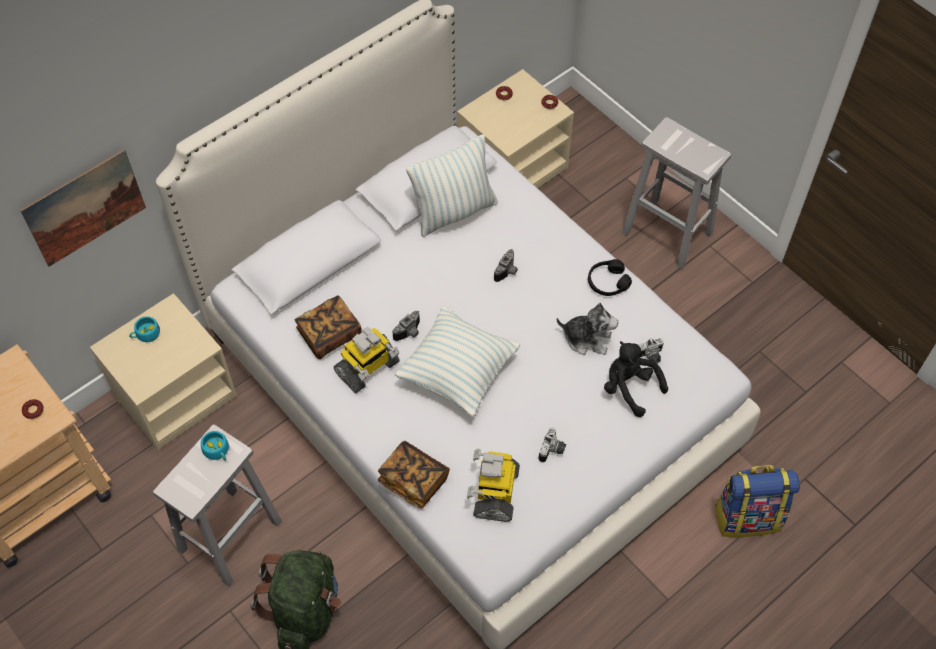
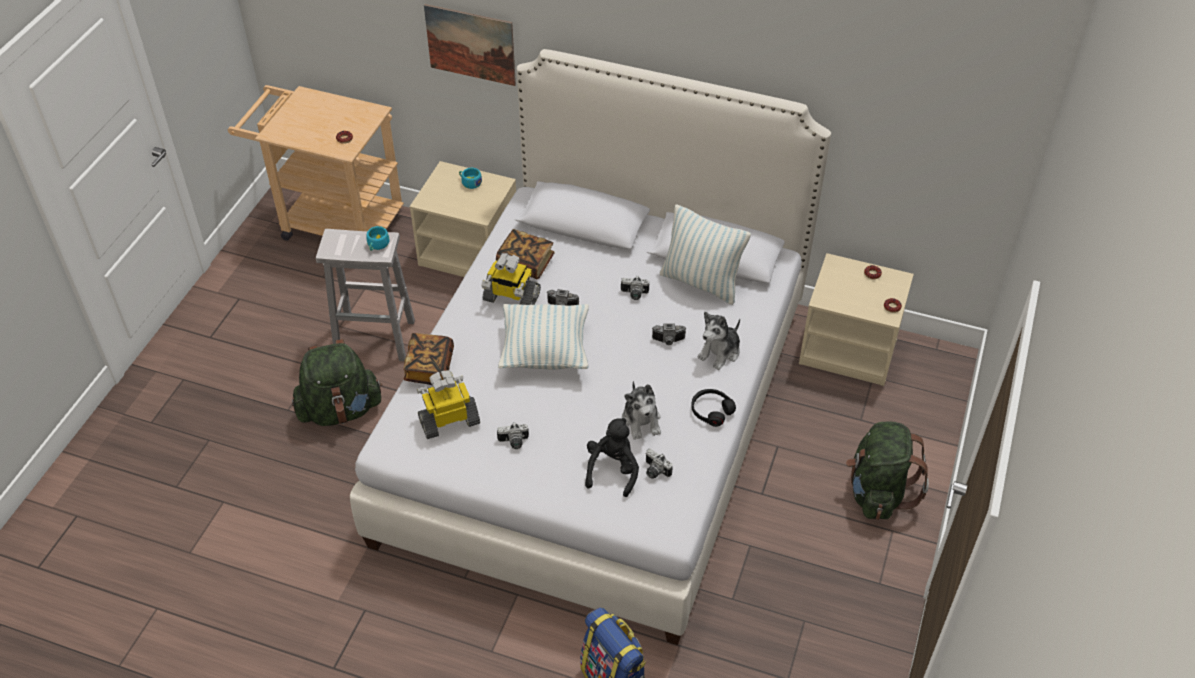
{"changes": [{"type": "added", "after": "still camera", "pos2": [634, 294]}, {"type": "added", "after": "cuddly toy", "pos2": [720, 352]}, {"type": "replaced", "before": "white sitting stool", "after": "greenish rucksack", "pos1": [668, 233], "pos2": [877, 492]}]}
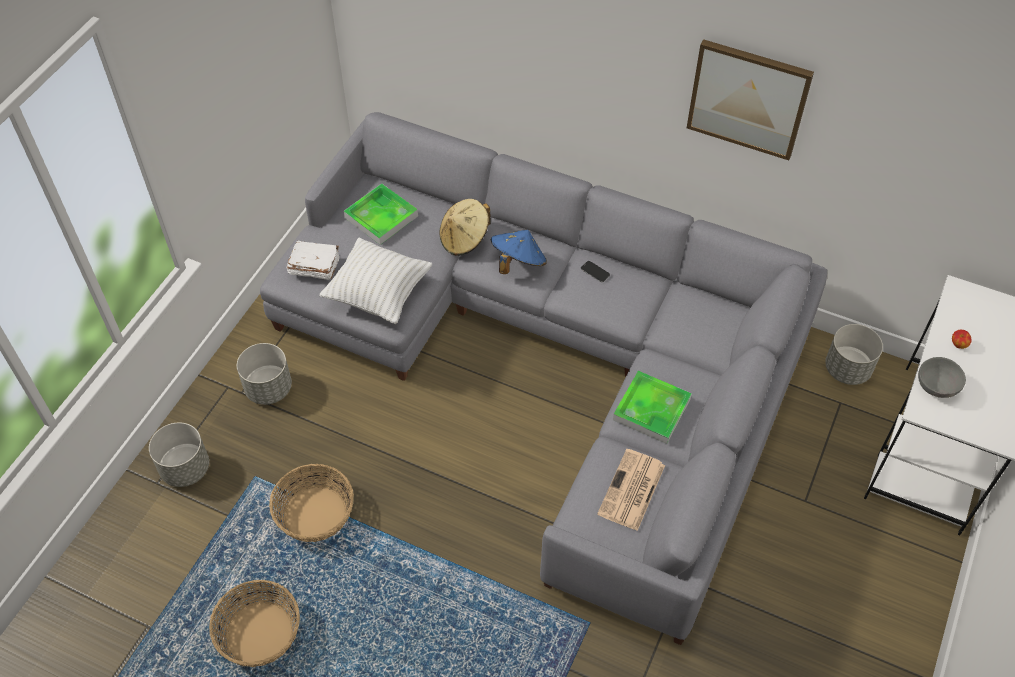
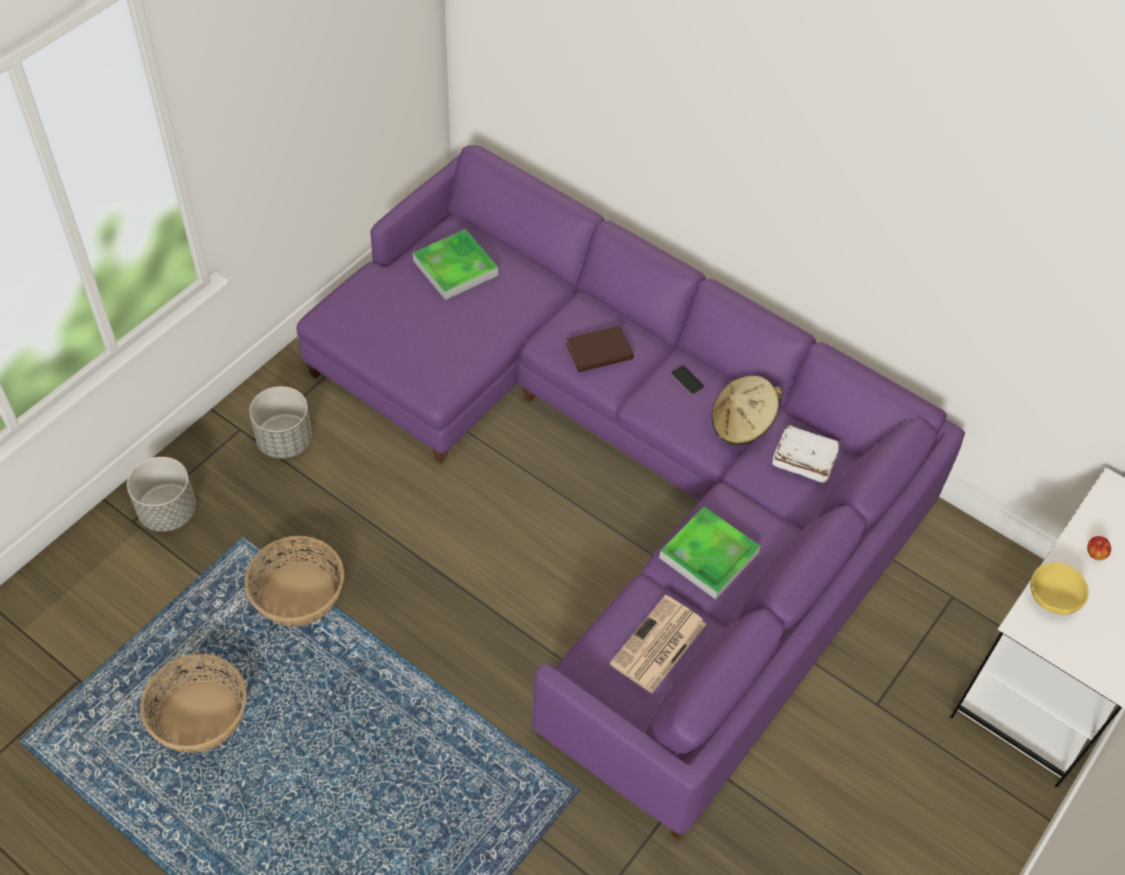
{"changes": [{"type": "recoloured", "before": "greyish couch", "after": "purple-coloured couch", "pos1": [555, 356], "pos2": [624, 470]}, {"type": "replaced", "before": "blue-coloured clothing hat", "after": "brownish book", "pos1": [518, 263], "pos2": [599, 352]}, {"type": "moved", "before": "beige-coloured clothing hat", "pos1": [464, 239], "pos2": [742, 424]}, {"type": "moved", "before": "white book", "pos1": [314, 266], "pos2": [803, 461]}, {"type": "recoloured", "before": "greyish serving bowl", "after": "yellowish serving bowl", "pos1": [936, 388], "pos2": [1051, 600]}, {"type": "removed", "before": "white throw pillow", "pos1": [378, 294]}, {"type": "removed", "before": "picture", "pos1": [748, 98]}, {"type": "removed", "before": "greyish plant pot", "pos1": [847, 369]}]}
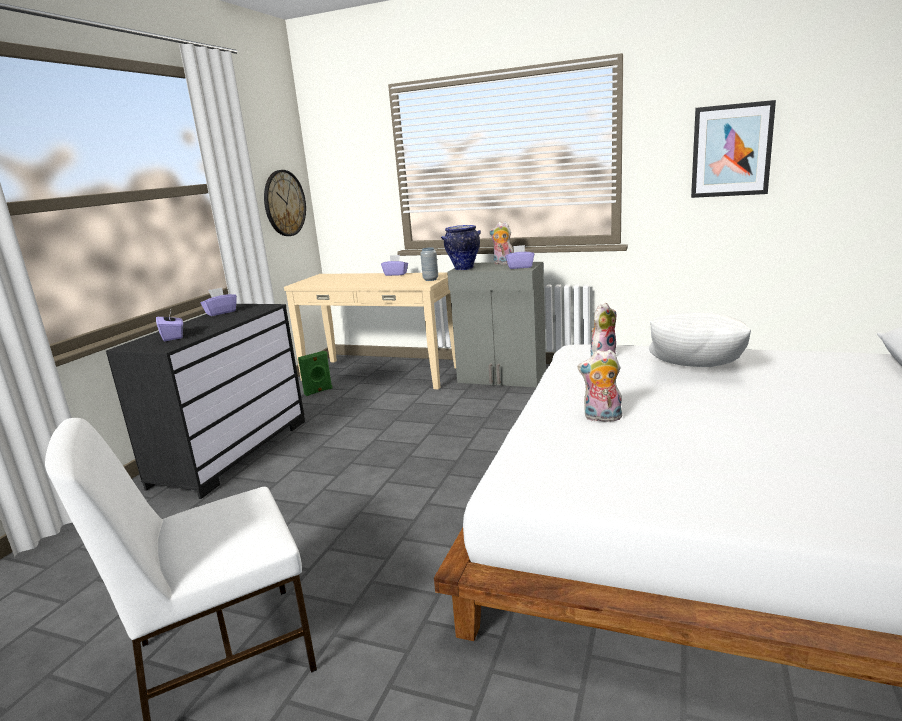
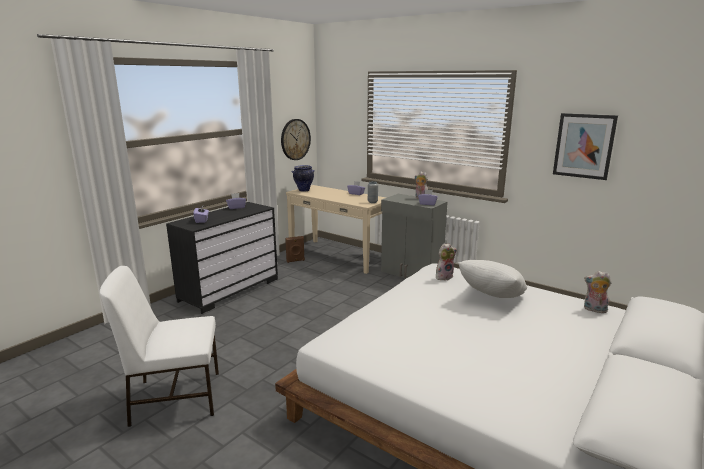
{"changes": [{"type": "recoloured", "before": "greenish audio speaker", "after": "brownish audio speaker", "pos1": [318, 391], "pos2": [295, 261]}, {"type": "moved", "before": "flower vase", "pos1": [463, 269], "pos2": [303, 190]}, {"type": "moved", "before": "cuddly toy", "pos1": [602, 418], "pos2": [594, 310]}]}
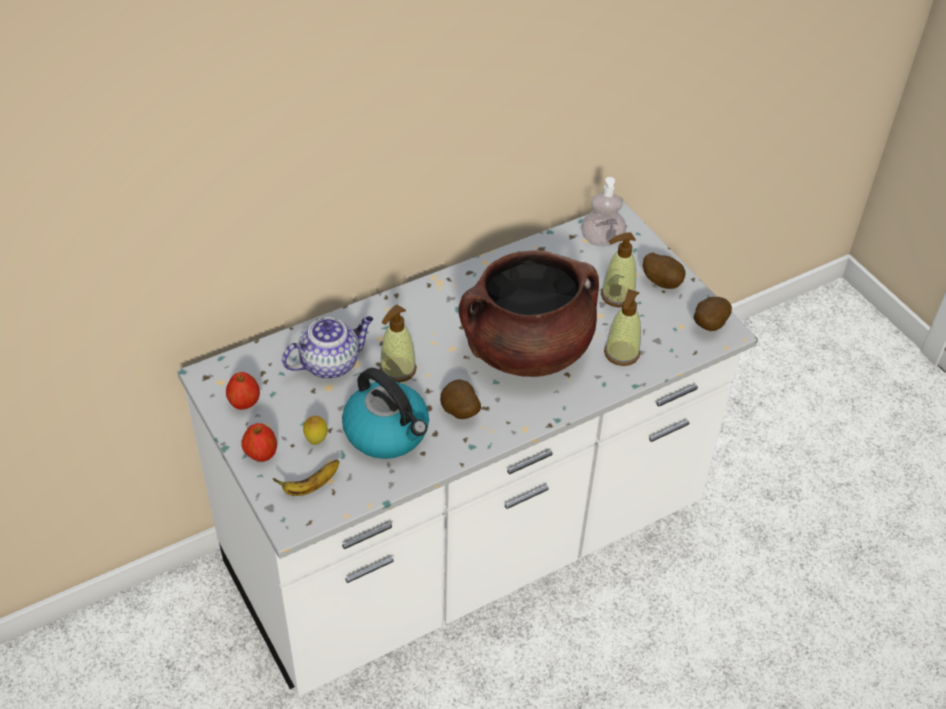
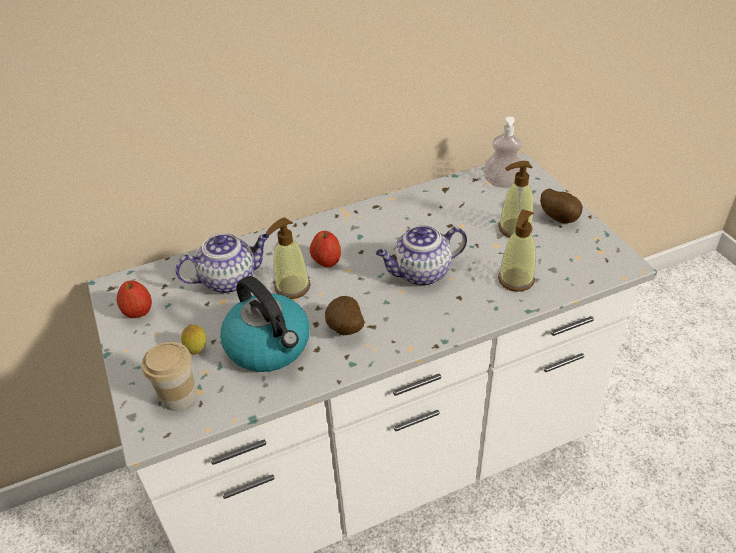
{"changes": [{"type": "replaced", "before": "banana", "after": "drinking cup", "pos1": [310, 486], "pos2": [179, 396]}, {"type": "moved", "before": "apple", "pos1": [261, 454], "pos2": [327, 262]}, {"type": "replaced", "before": "brownish saucepot", "after": "pot for tea", "pos1": [526, 349], "pos2": [420, 273]}, {"type": "removed", "before": "spud", "pos1": [708, 325]}]}
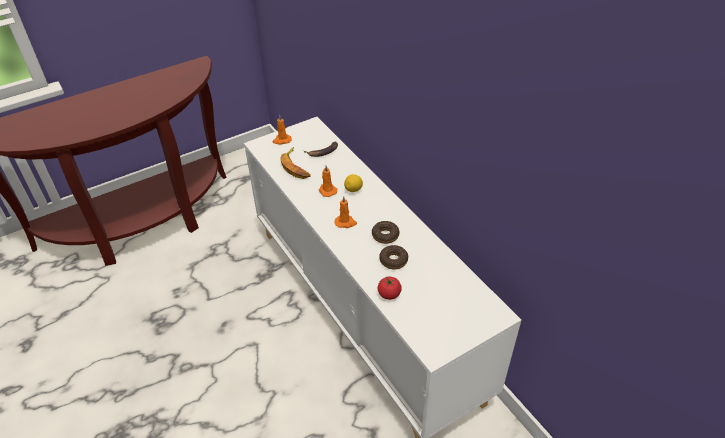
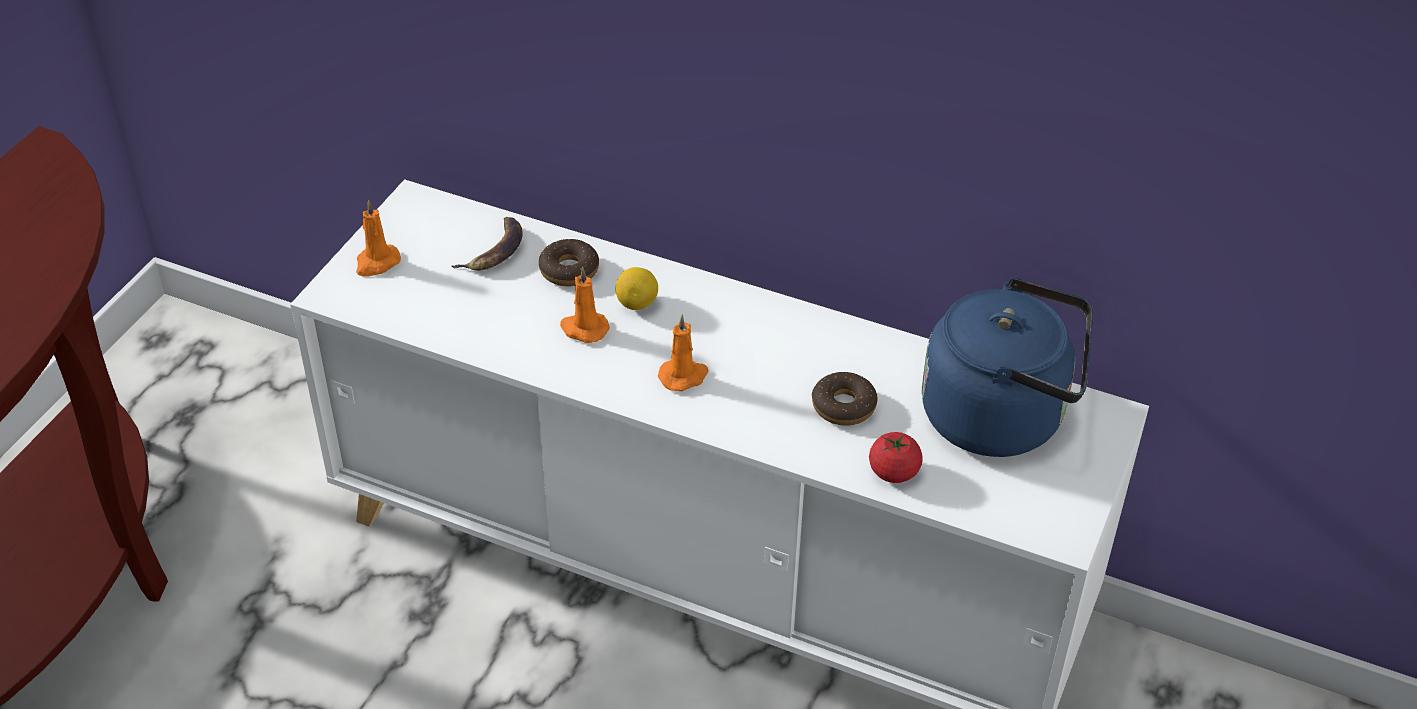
{"changes": [{"type": "moved", "before": "ring doughnut", "pos1": [385, 235], "pos2": [569, 270]}, {"type": "added", "after": "blue-coloured kettle", "pos2": [1001, 417]}, {"type": "removed", "before": "banana", "pos1": [296, 167]}]}
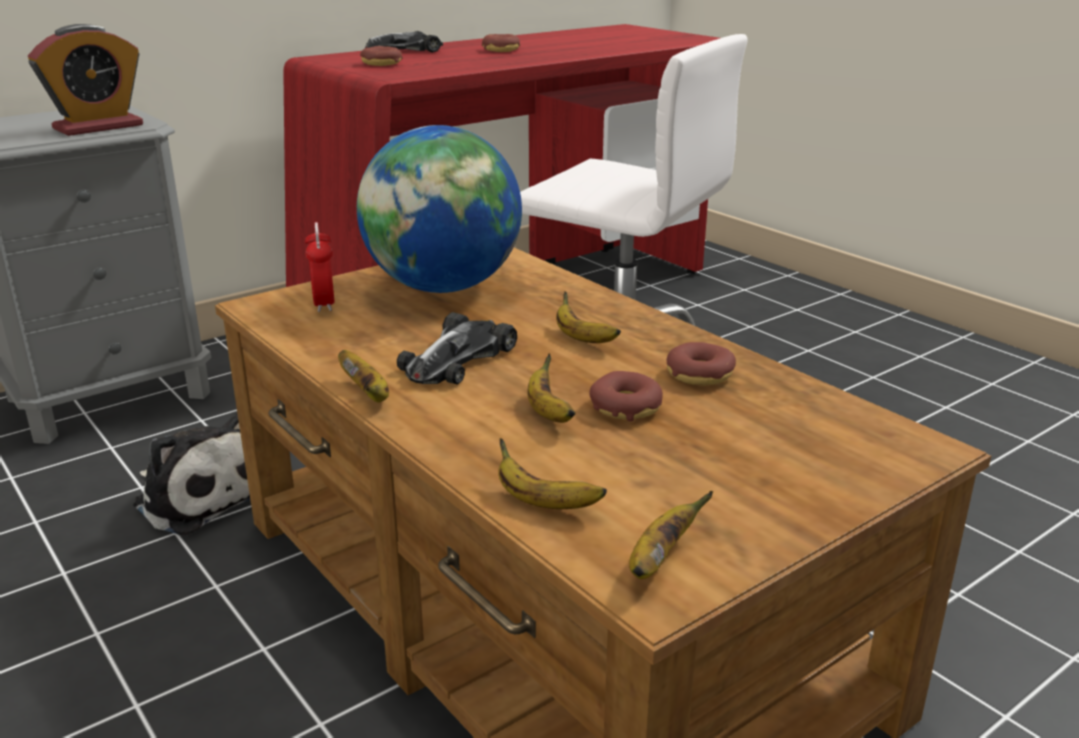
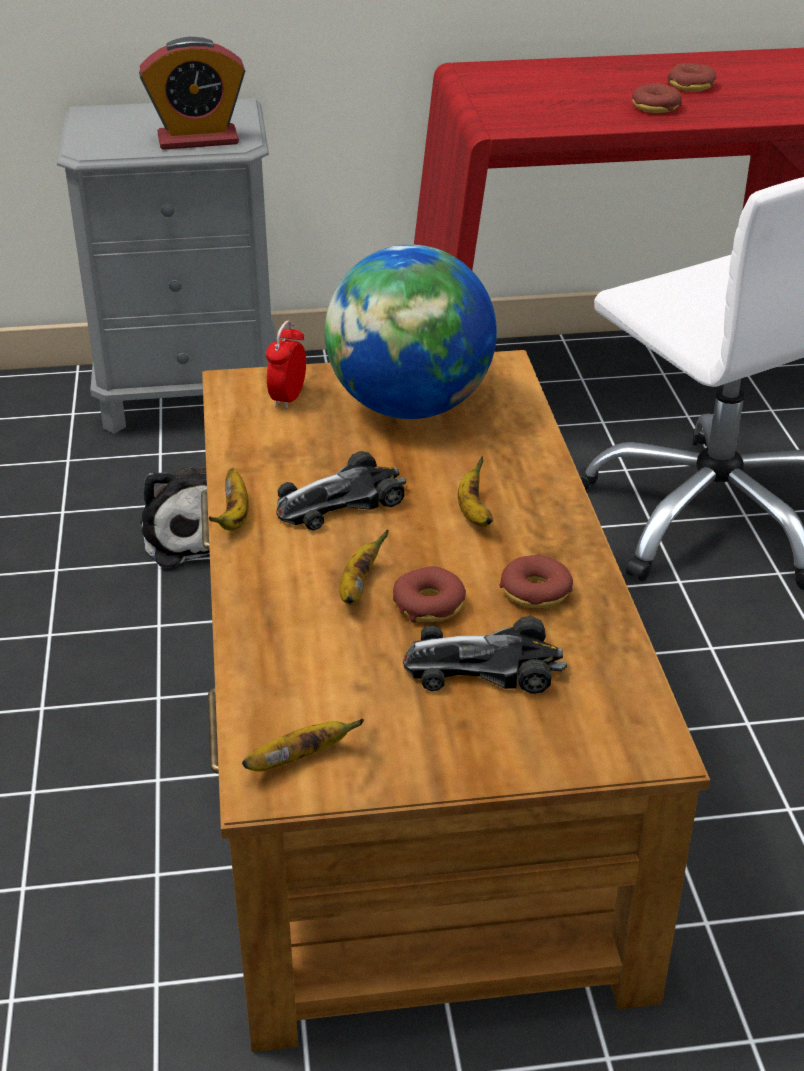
{"changes": [{"type": "moved", "before": "model car", "pos1": [403, 51], "pos2": [484, 666]}, {"type": "moved", "before": "ring doughnut", "pos1": [381, 64], "pos2": [655, 107]}, {"type": "removed", "before": "banana", "pos1": [543, 503]}]}
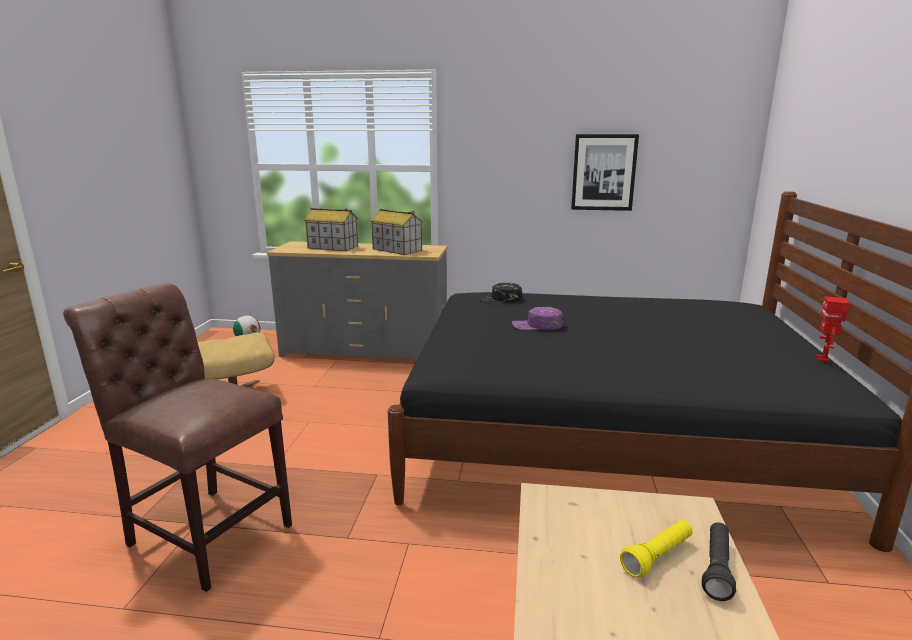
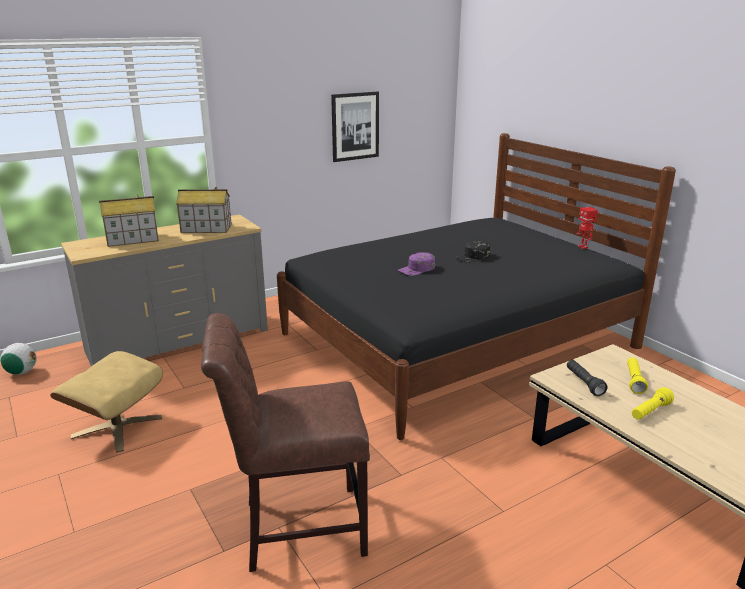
{"changes": [{"type": "moved", "before": "black baseball cap", "pos1": [500, 298], "pos2": [472, 257]}, {"type": "moved", "before": "black torch", "pos1": [716, 569], "pos2": [584, 383]}, {"type": "added", "after": "yellowish torch", "pos2": [650, 412]}]}
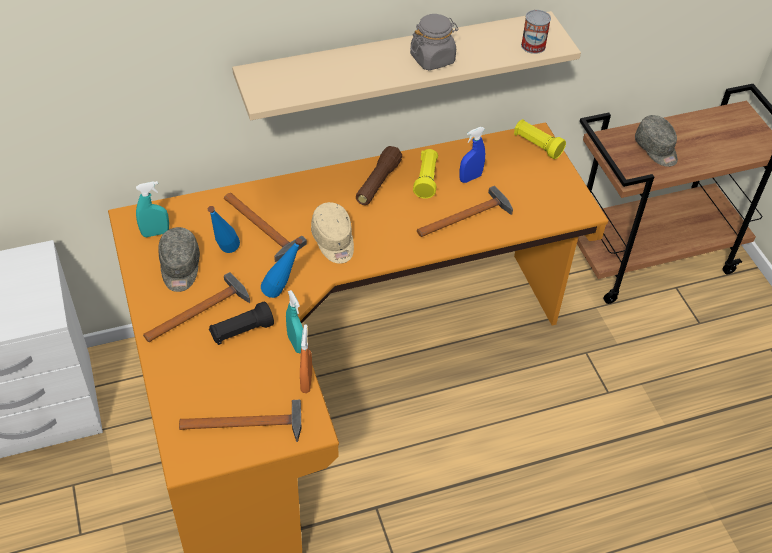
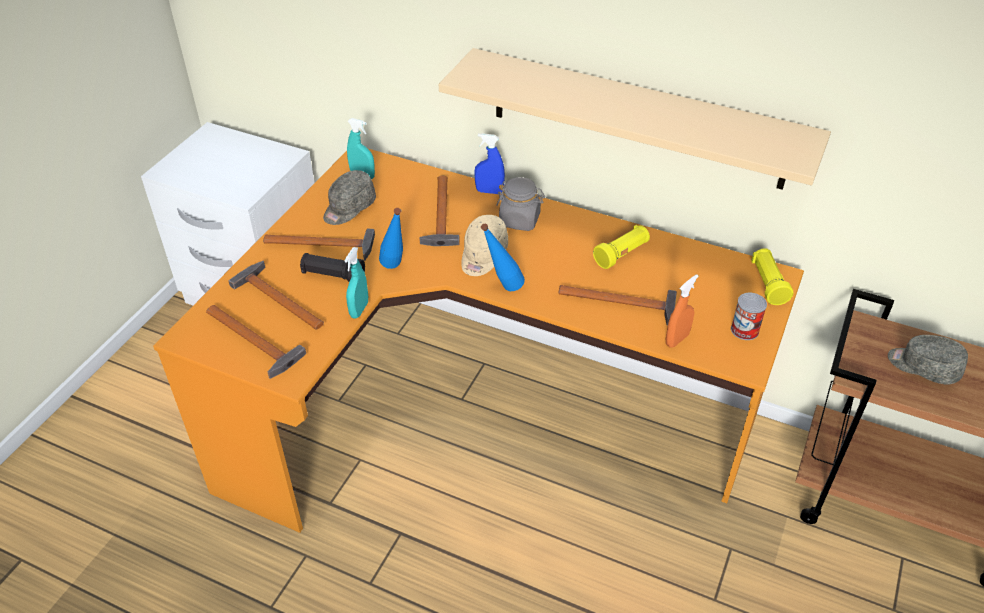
{"changes": [{"type": "added", "after": "tool hammer", "pos2": [277, 298]}, {"type": "moved", "before": "blue-coloured spray bottle", "pos1": [470, 178], "pos2": [489, 191]}, {"type": "moved", "before": "blue-coloured bottle", "pos1": [225, 254], "pos2": [502, 290]}, {"type": "moved", "before": "greyish jar", "pos1": [432, 59], "pos2": [520, 220]}, {"type": "moved", "before": "orangey spray bottle", "pos1": [306, 382], "pos2": [677, 339]}, {"type": "moved", "before": "metal can", "pos1": [533, 46], "pos2": [744, 330]}, {"type": "turned", "before": "greyish baseball cap", "pos1": [656, 149], "pos2": [923, 367], "turn": 105}, {"type": "removed", "before": "brownish torch", "pos1": [378, 183]}]}
